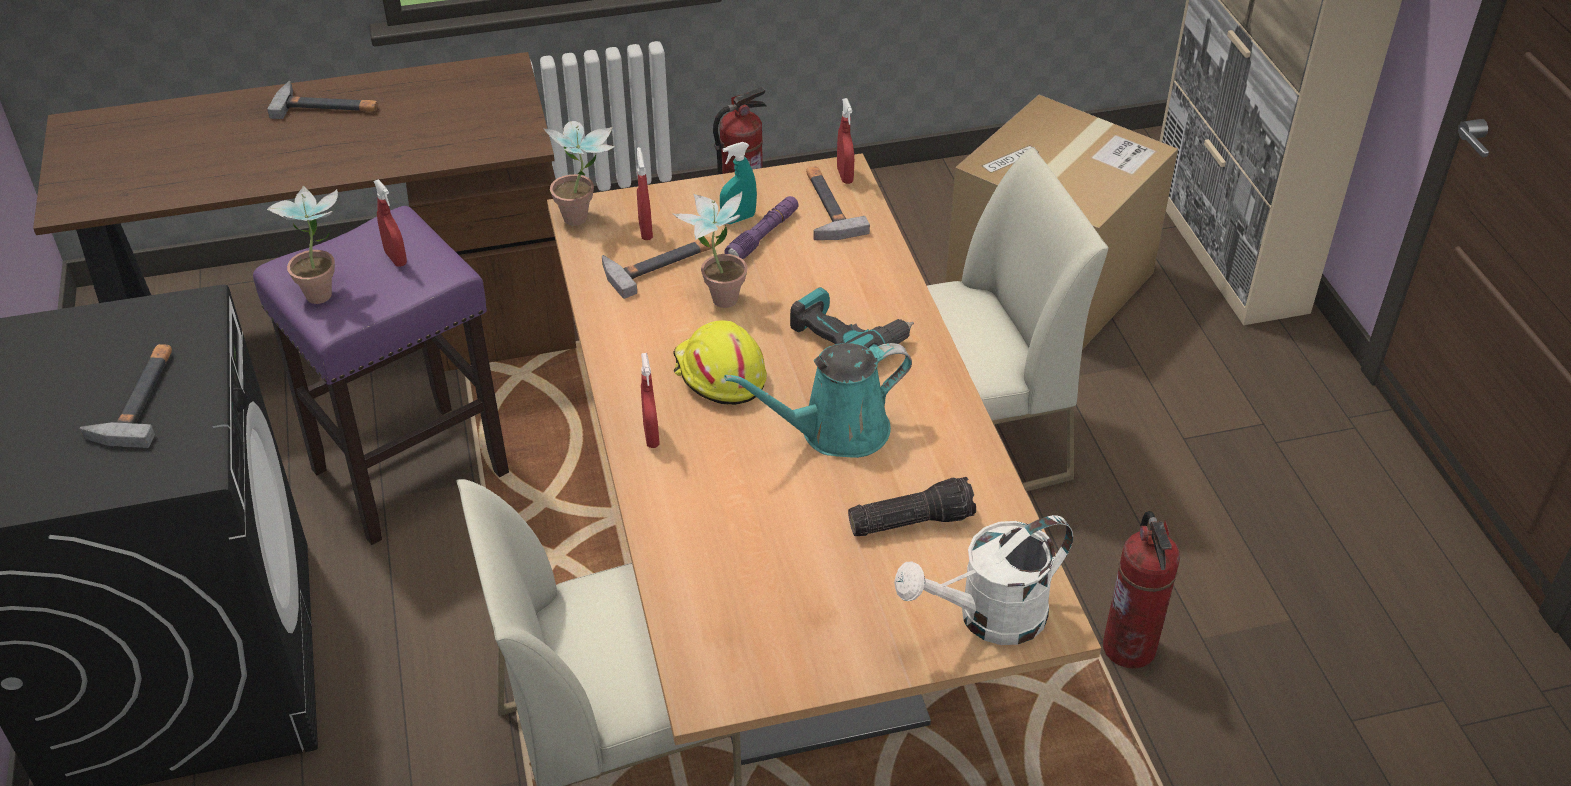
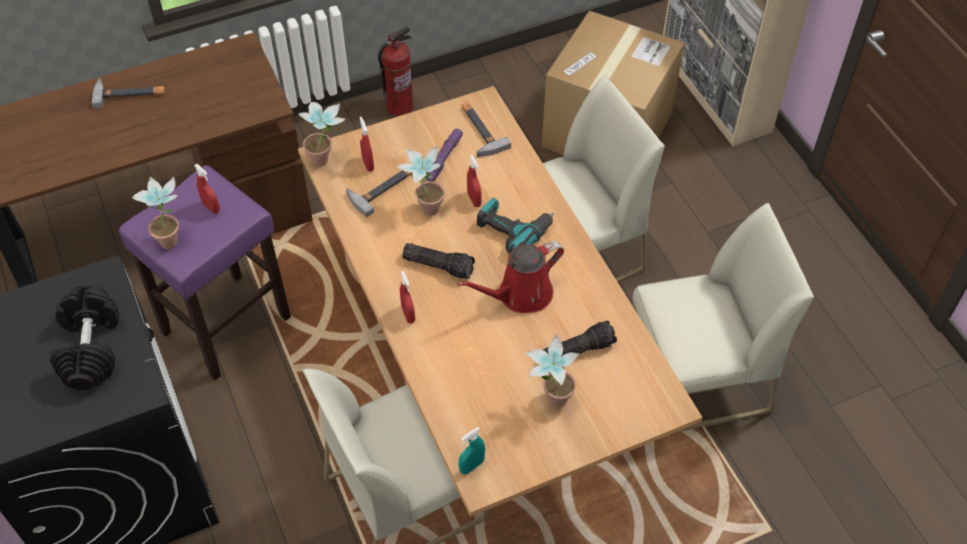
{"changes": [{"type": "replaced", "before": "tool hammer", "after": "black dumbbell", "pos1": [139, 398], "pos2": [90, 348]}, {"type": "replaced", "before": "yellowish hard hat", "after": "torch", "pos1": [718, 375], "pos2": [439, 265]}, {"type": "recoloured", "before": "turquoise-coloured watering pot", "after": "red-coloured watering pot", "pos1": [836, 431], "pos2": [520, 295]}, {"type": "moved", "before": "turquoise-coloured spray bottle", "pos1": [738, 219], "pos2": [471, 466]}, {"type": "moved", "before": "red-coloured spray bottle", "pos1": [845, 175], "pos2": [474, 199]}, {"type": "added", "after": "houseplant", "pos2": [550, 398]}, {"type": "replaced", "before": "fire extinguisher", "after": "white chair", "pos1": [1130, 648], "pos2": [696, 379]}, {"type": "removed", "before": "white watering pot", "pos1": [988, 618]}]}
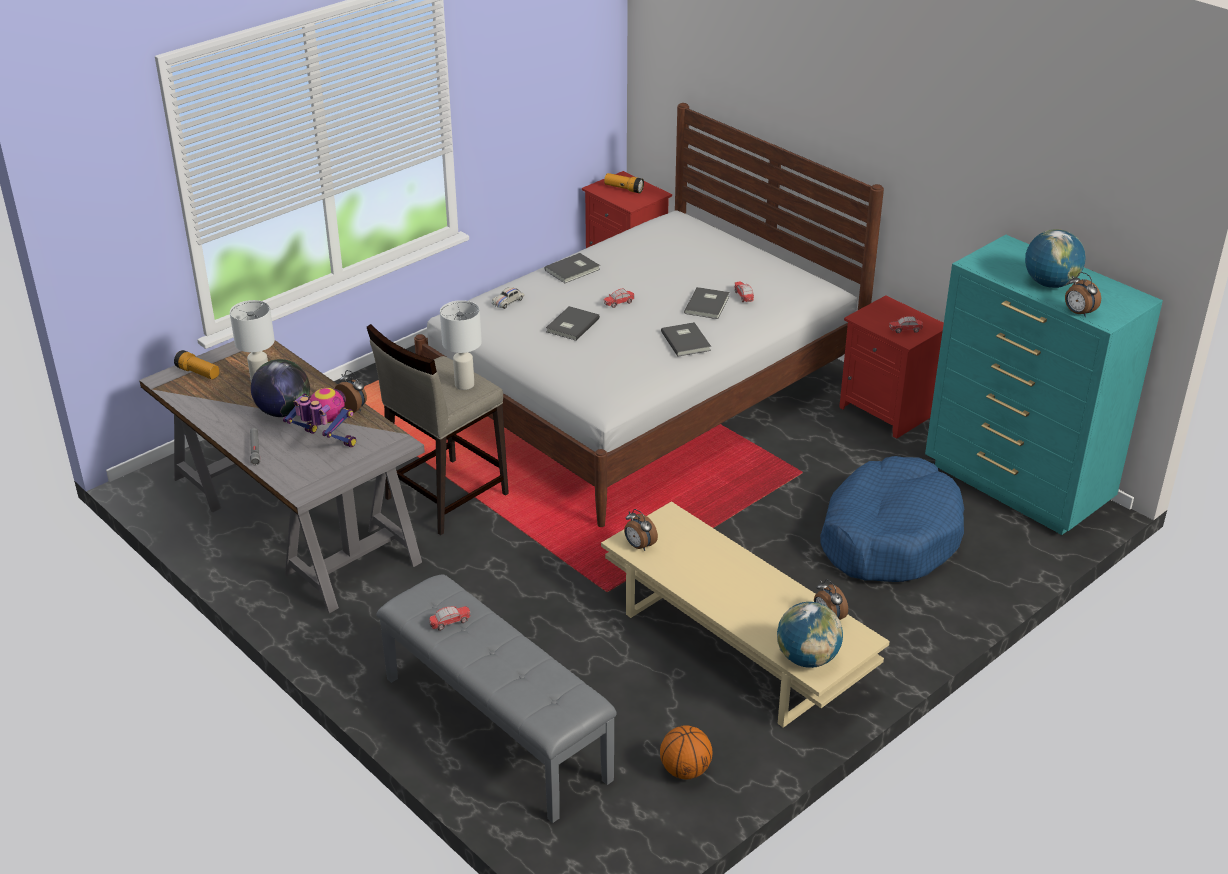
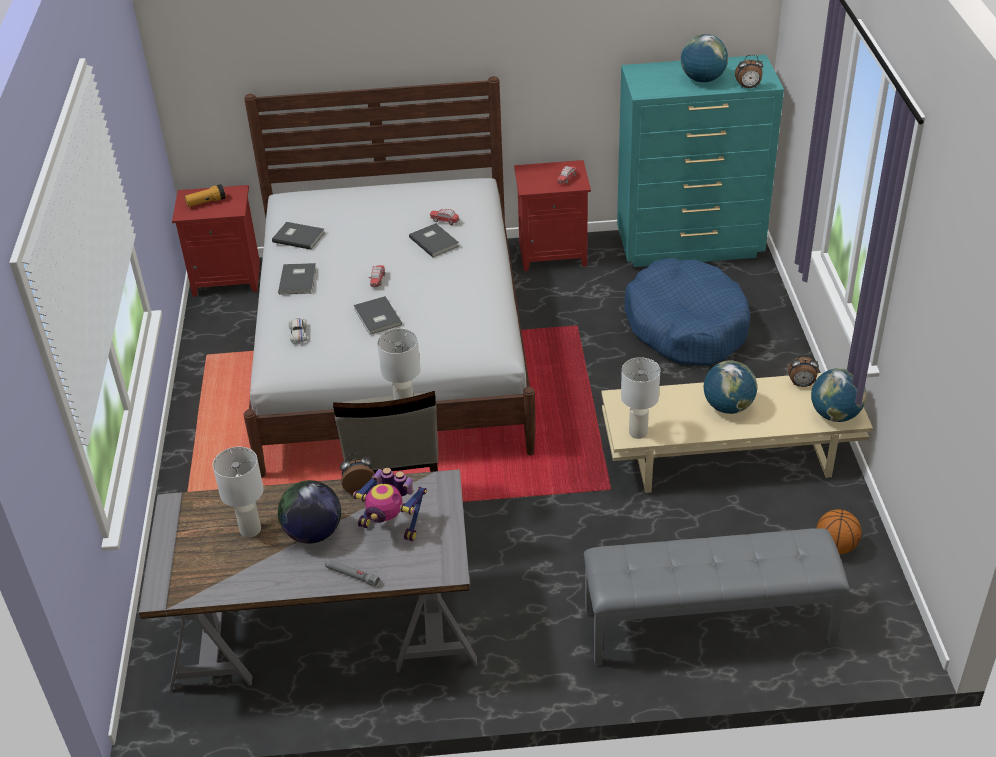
{"changes": [{"type": "moved", "before": "greyish book", "pos1": [686, 340], "pos2": [298, 236]}, {"type": "turned", "before": "model robot", "pos1": [325, 442], "pos2": [391, 526], "turn": -135}, {"type": "replaced", "before": "bedside clock", "after": "white table lamp", "pos1": [639, 546], "pos2": [638, 432]}, {"type": "added", "after": "globe", "pos2": [728, 407]}, {"type": "removed", "before": "torch", "pos1": [198, 373]}, {"type": "removed", "before": "model car", "pos1": [450, 623]}]}
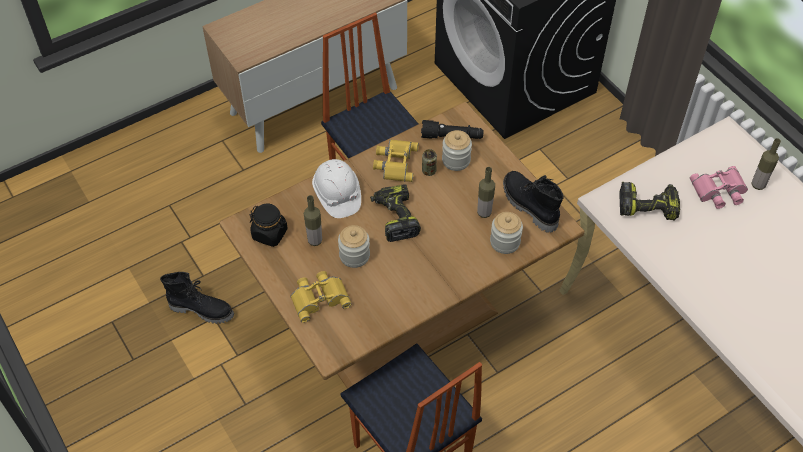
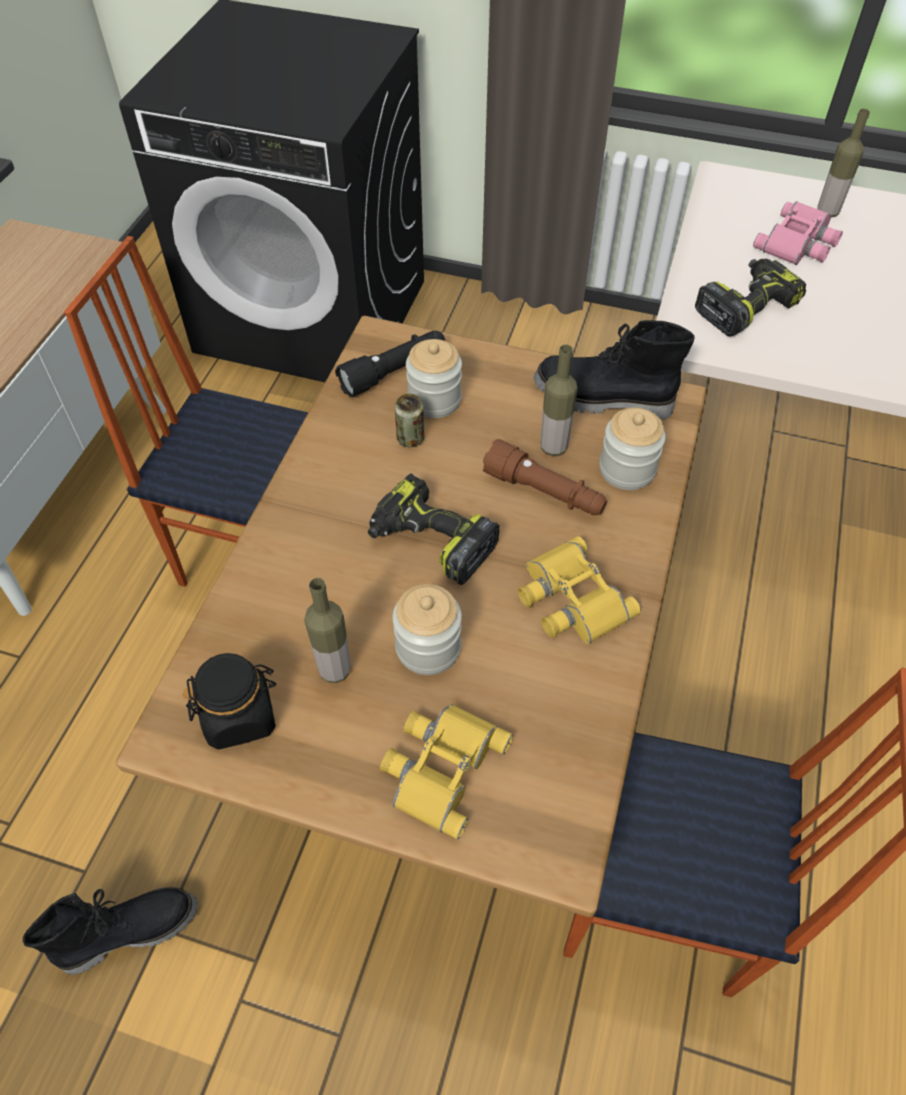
{"changes": [{"type": "added", "after": "brownish torch", "pos2": [544, 492]}, {"type": "moved", "before": "yellowish binoculars", "pos1": [395, 162], "pos2": [570, 599]}, {"type": "removed", "before": "white hard hat", "pos1": [337, 195]}]}
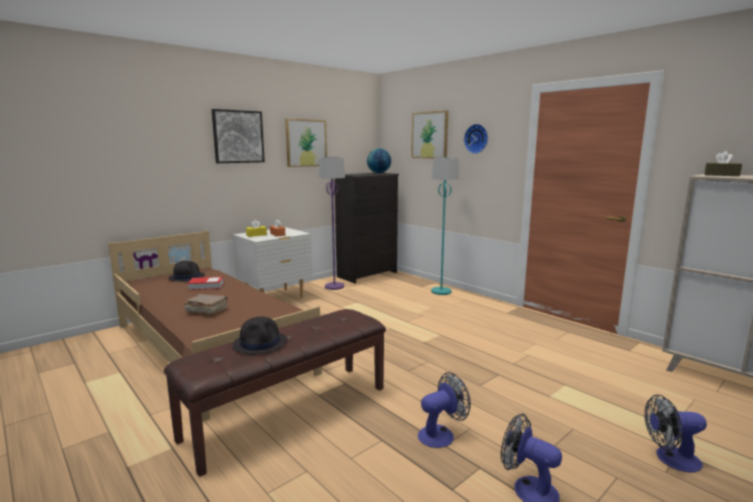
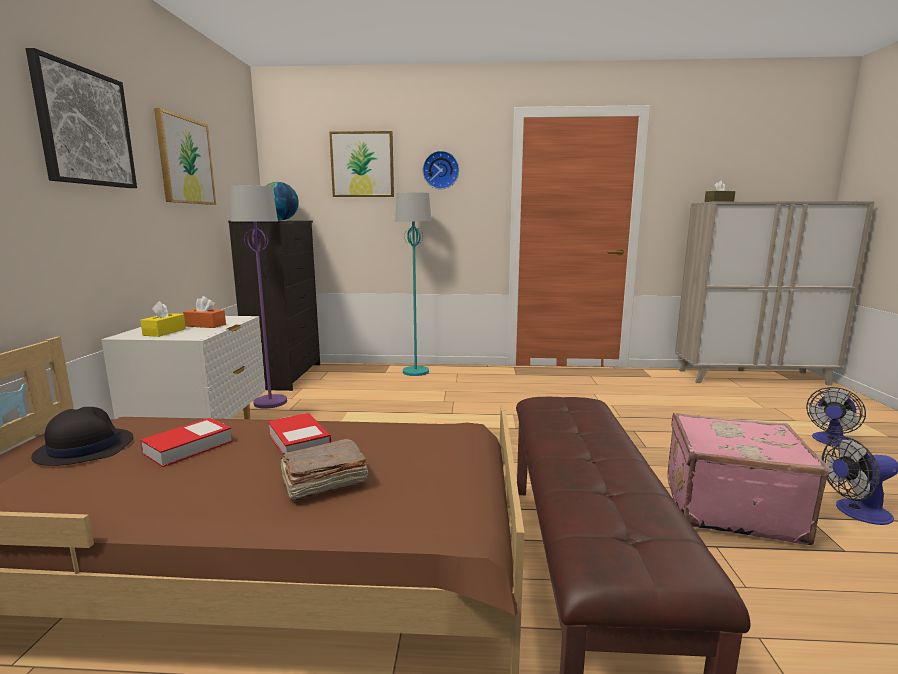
{"changes": [{"type": "added", "after": "book", "pos2": [299, 441]}, {"type": "replaced", "before": "electric fan", "after": "pink travel case", "pos1": [441, 434], "pos2": [729, 507]}, {"type": "removed", "before": "black clothing hat", "pos1": [260, 343]}]}
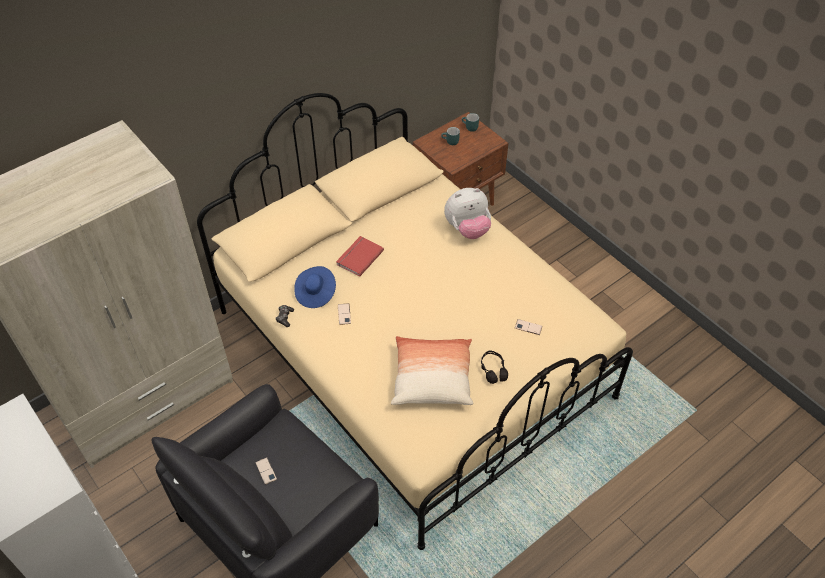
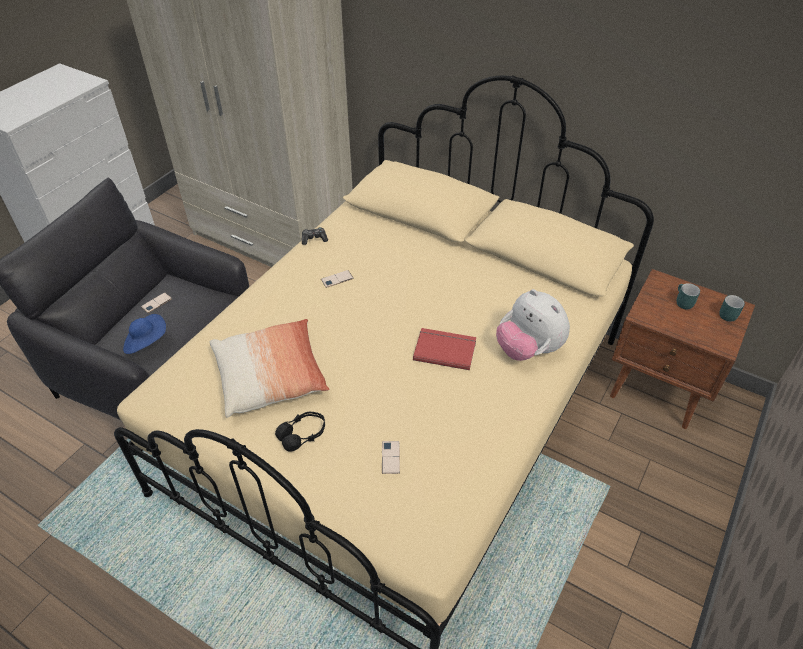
{"changes": [{"type": "moved", "before": "blue-coloured clothing hat", "pos1": [315, 293], "pos2": [147, 342]}, {"type": "moved", "before": "red-coloured book", "pos1": [358, 257], "pos2": [444, 349]}]}
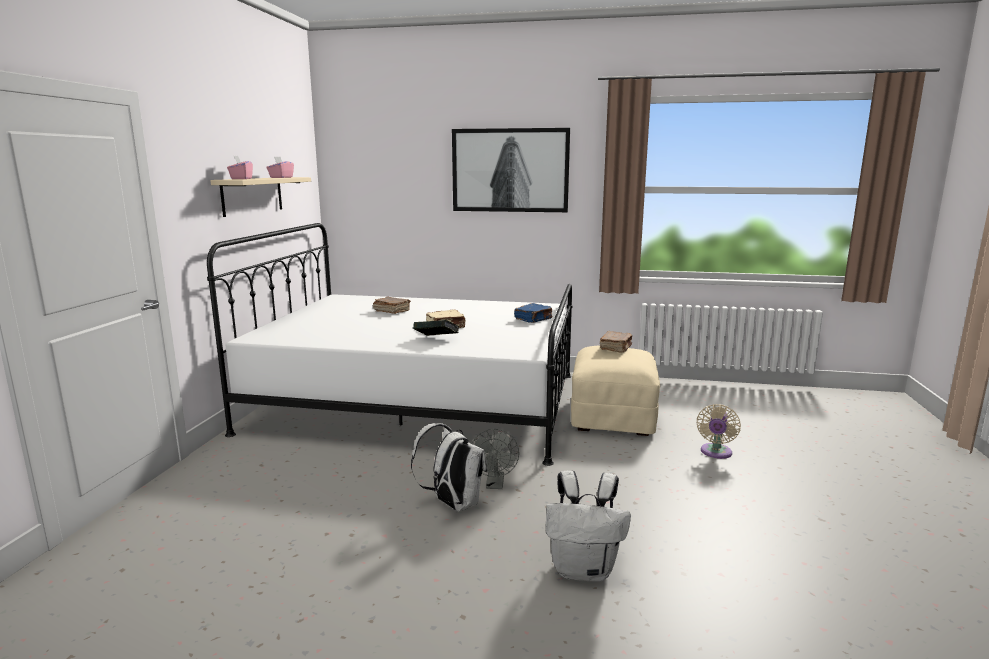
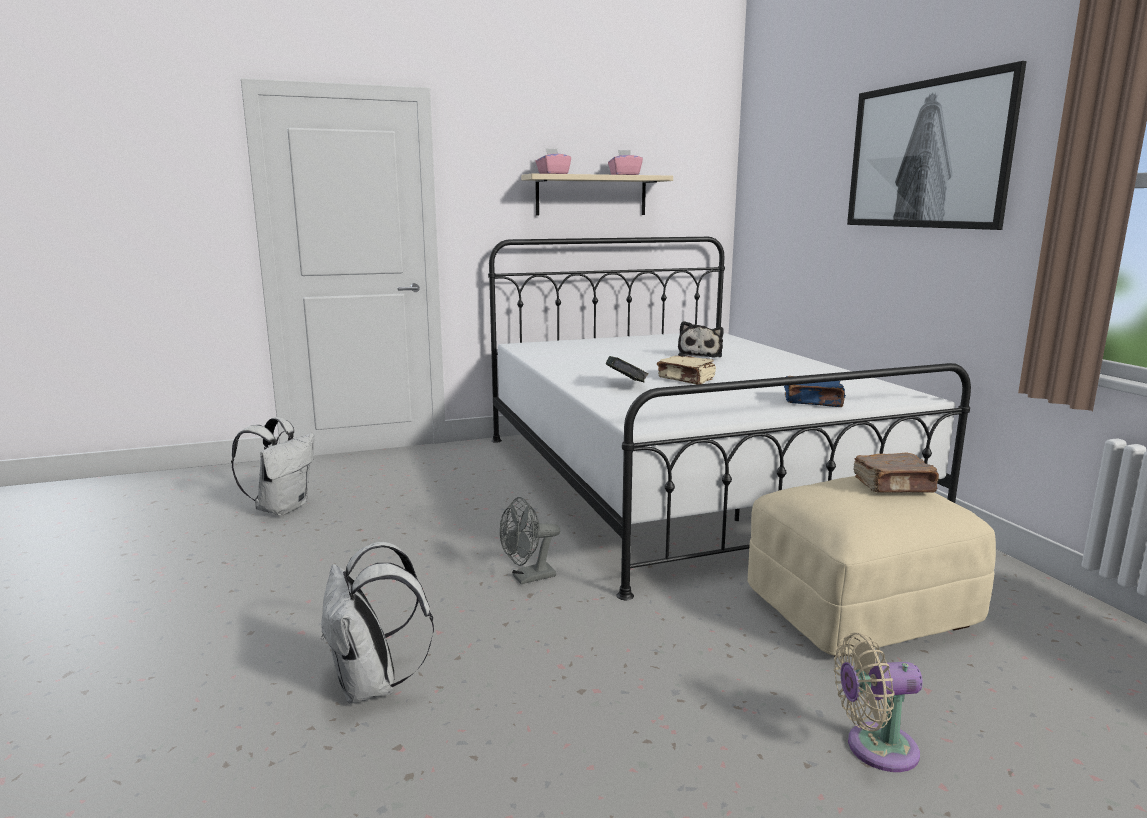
{"changes": [{"type": "moved", "before": "white rucksack", "pos1": [453, 504], "pos2": [282, 508]}, {"type": "replaced", "before": "brownish book", "after": "cuddly toy", "pos1": [391, 311], "pos2": [700, 355]}]}
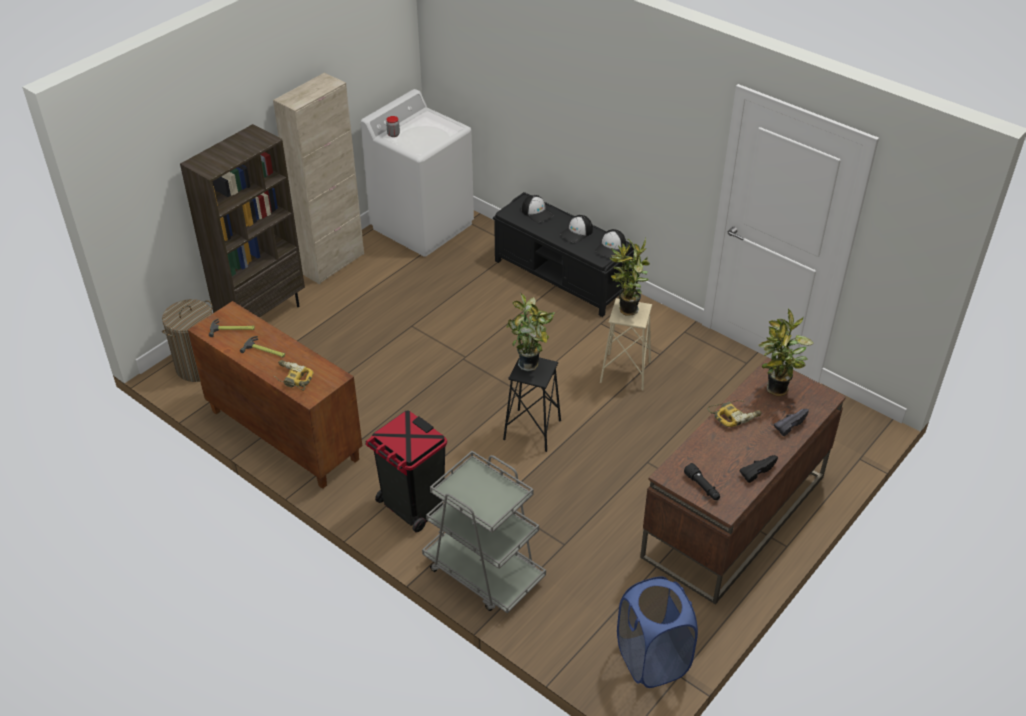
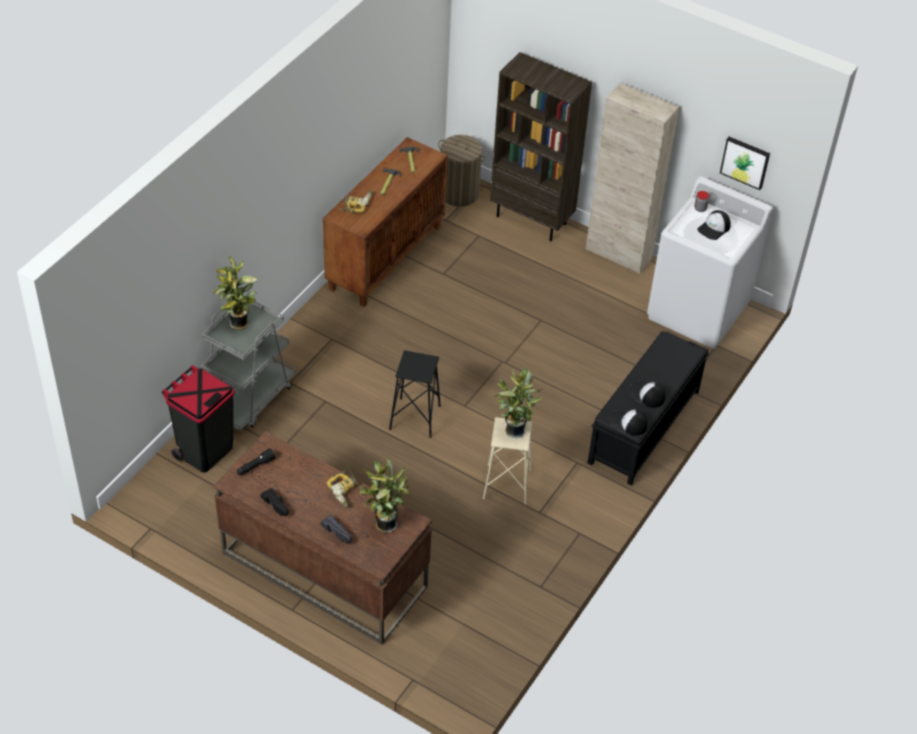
{"changes": [{"type": "moved", "before": "black trash can", "pos1": [412, 507], "pos2": [205, 451]}, {"type": "moved", "before": "houseplant", "pos1": [531, 365], "pos2": [238, 325]}, {"type": "moved", "before": "baseball cap", "pos1": [537, 212], "pos2": [714, 228]}, {"type": "added", "after": "picture", "pos2": [745, 162]}, {"type": "removed", "before": "blue-coloured hamper", "pos1": [652, 659]}]}
